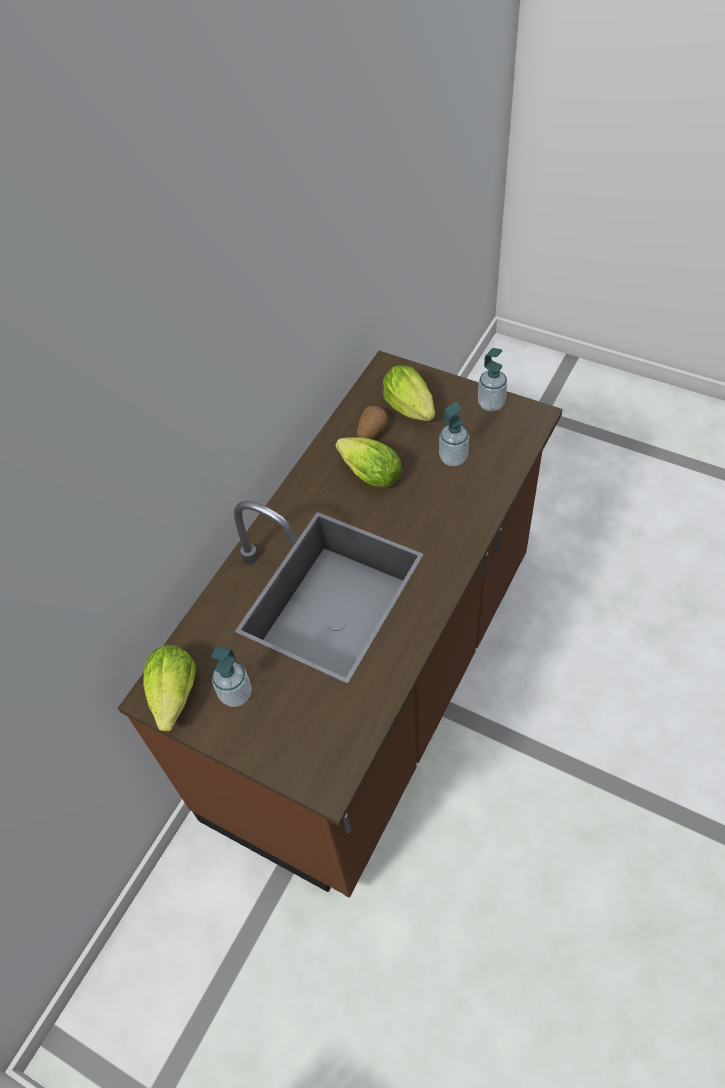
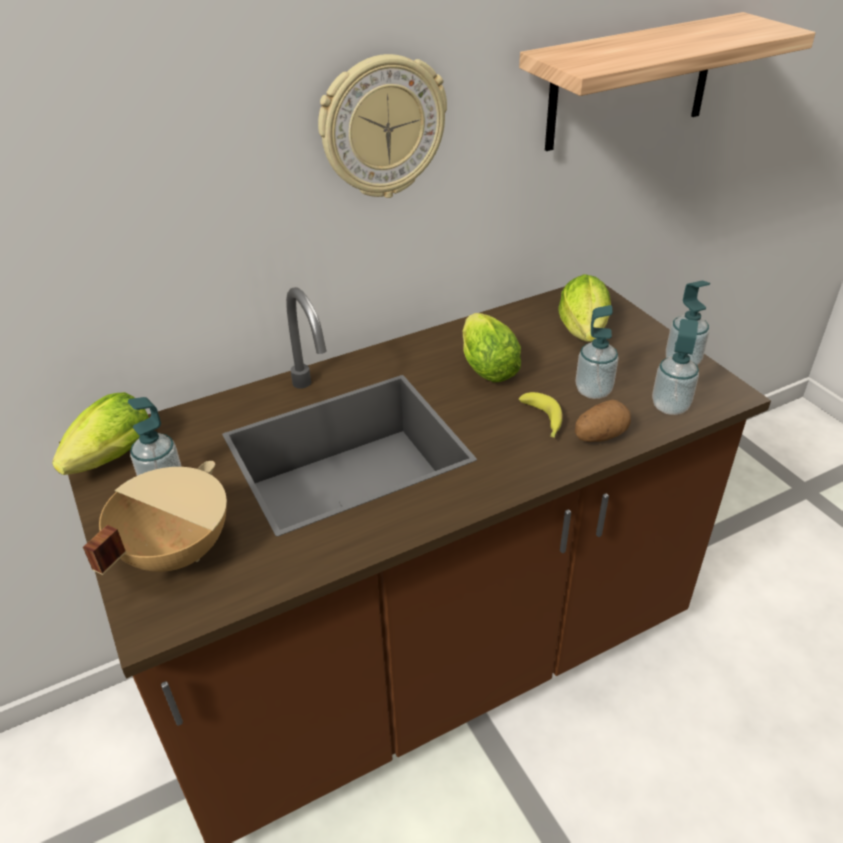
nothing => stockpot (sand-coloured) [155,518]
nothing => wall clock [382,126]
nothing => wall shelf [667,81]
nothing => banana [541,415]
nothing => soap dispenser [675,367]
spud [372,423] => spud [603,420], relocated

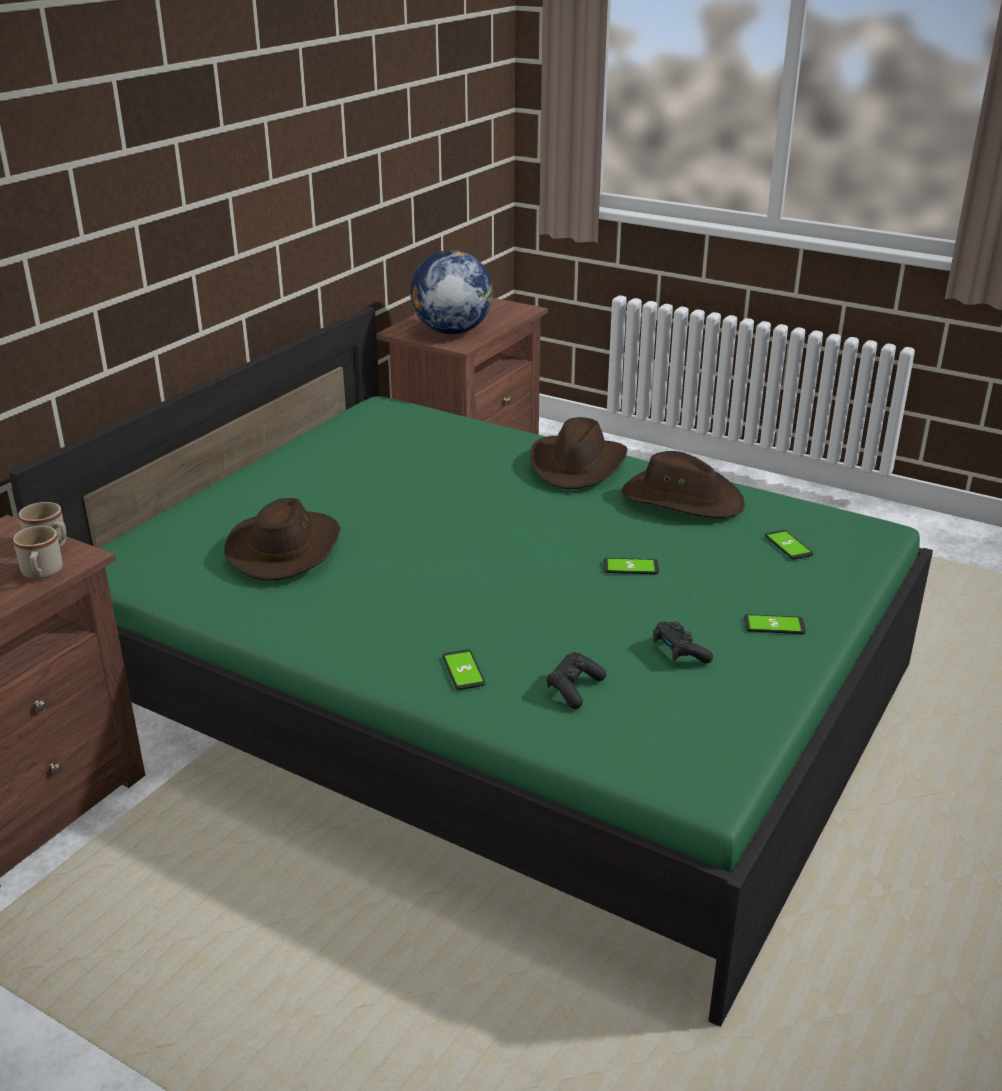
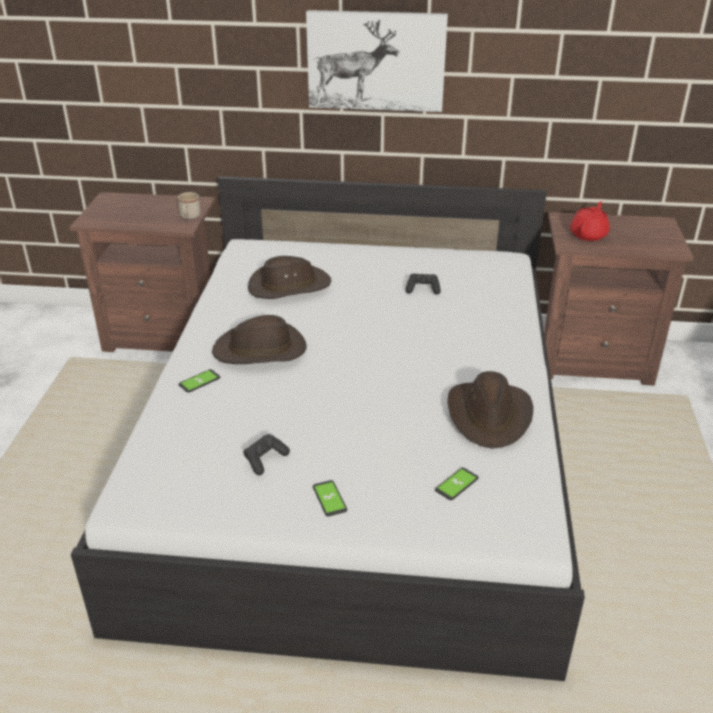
tea mug (sand-coloured) [38,552] => nothing
handset [631,566] => nothing
nothing => wall art [377,61]
hat (brown) [579,453] => hat (brown) [259,339], relocated
joypad (black) [576,680] => joypad (black) [423,284], relocated
globe [451,292] => pot for tea (red-coloured) [590,221]
bed (green) [471,667] => bed (white) [328,428]

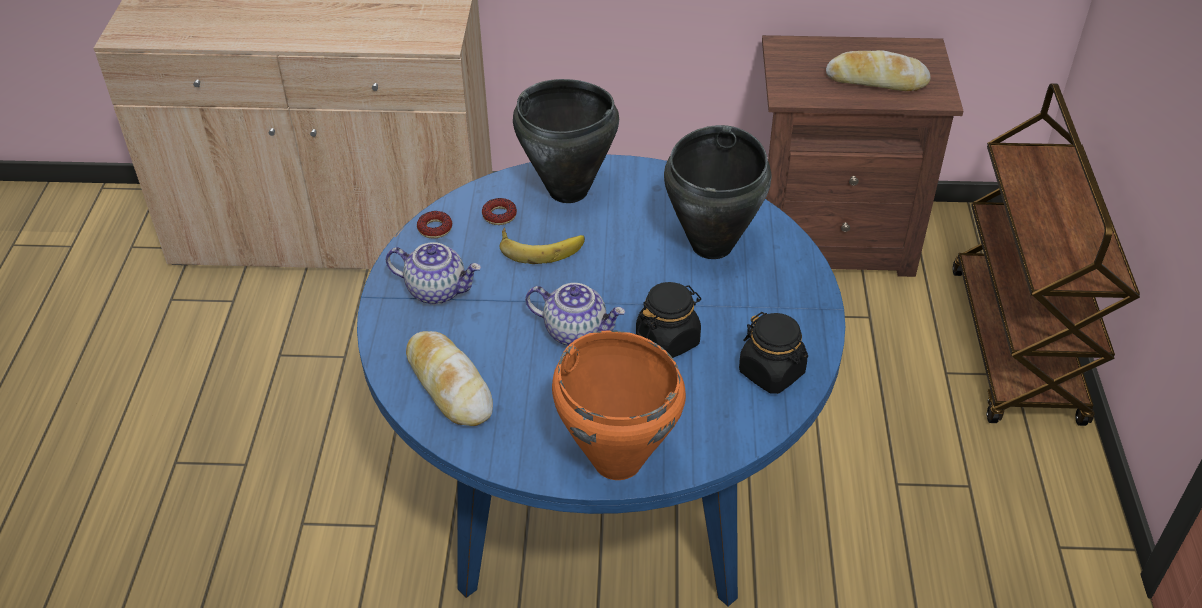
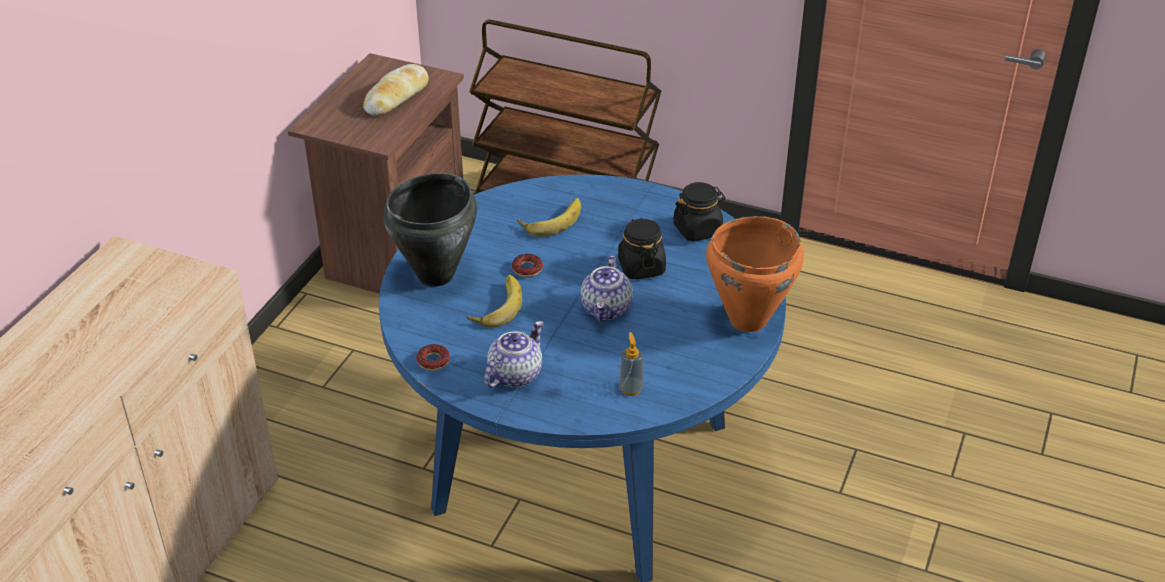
donut [499,211] => donut [527,265], relocated
bakery bread [449,378] => soap dispenser [631,364]
stockpot (black) [717,192] => banana [549,217]
pot for tea [575,314] => pot for tea [607,289], 150 degrees clockwise

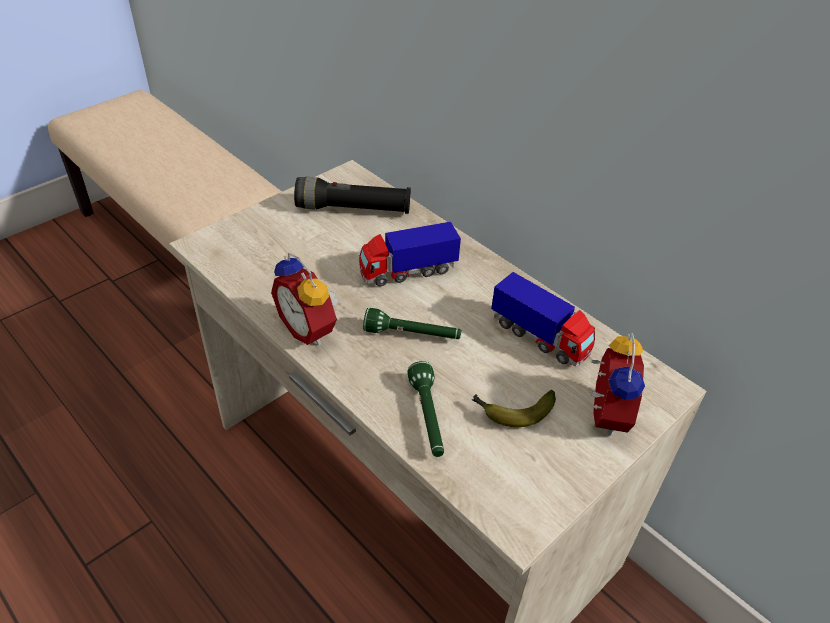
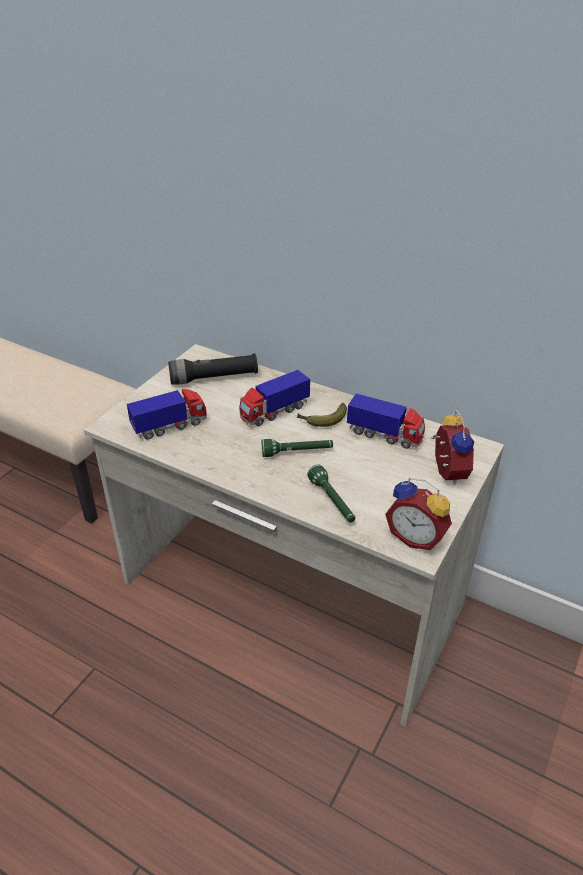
nothing => model truck [167,414]
table clock [304,298] => table clock [418,514], relocated
banana [514,408] => banana [322,415], relocated

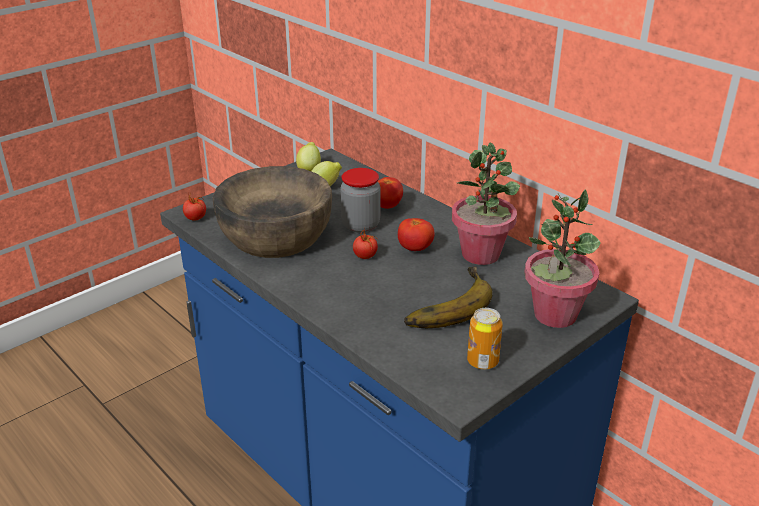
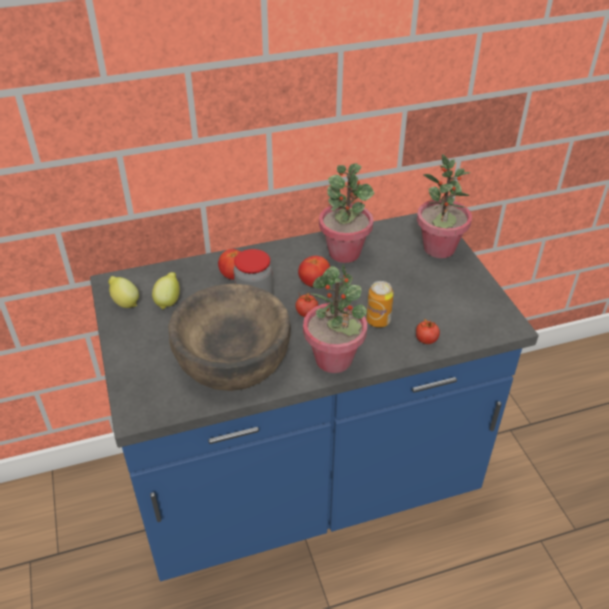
banana [448,297] => nothing
nothing => houseplant [335,318]
whole tomato [194,207] => whole tomato [428,331], relocated
can [485,338] => can [380,304], relocated

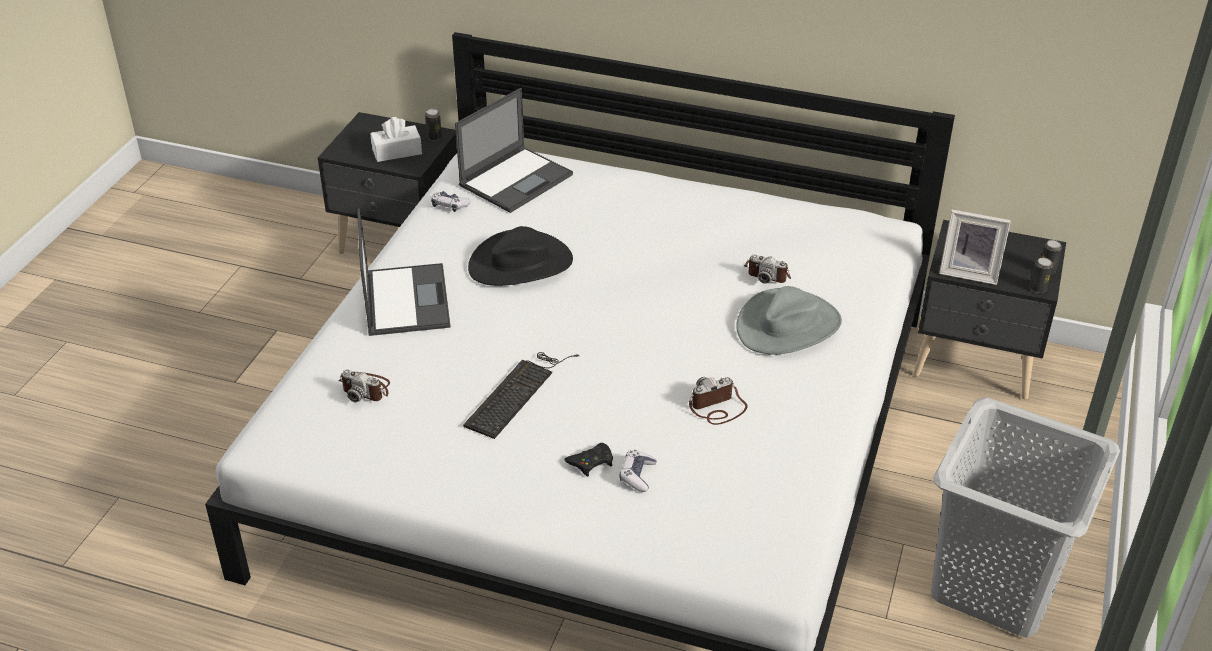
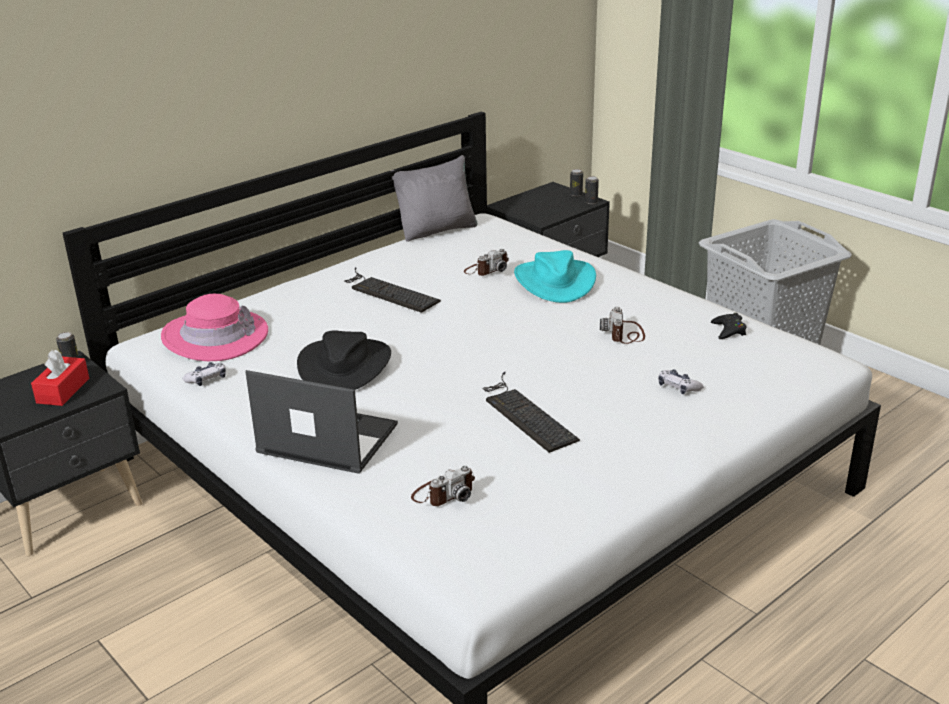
picture frame [975,247] => nothing
nothing => keyboard [392,290]
nothing => cushion (gray) [434,198]
joypad (black) [588,460] => joypad (black) [729,326], relocated
portable computer [514,150] => hat (pink-coloured) [214,327]
box of tissues (white) [396,139] => box of tissues (red-coloured) [60,377]
hat (gray) [789,320] => hat (blue-green) [555,276]

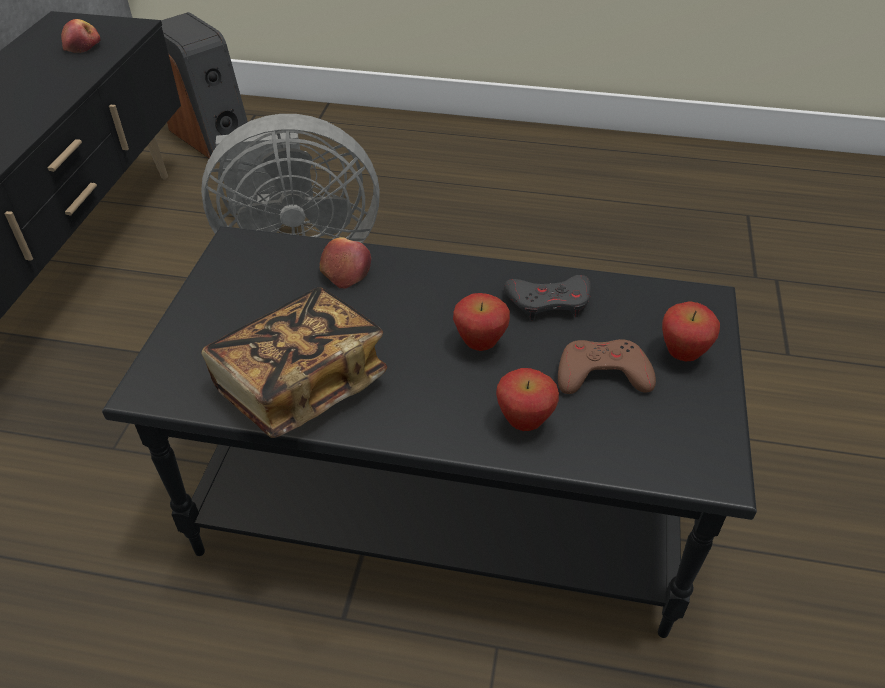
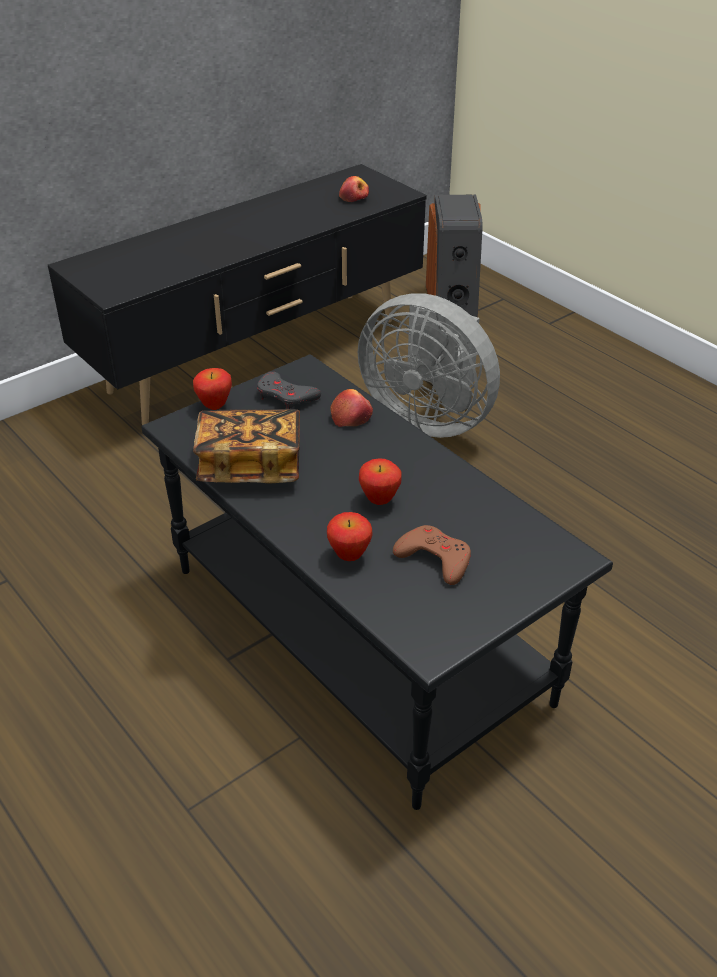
joypad (gray) [547,297] => joypad (gray) [289,390], relocated
apple fruit [691,331] => apple fruit [212,389], relocated

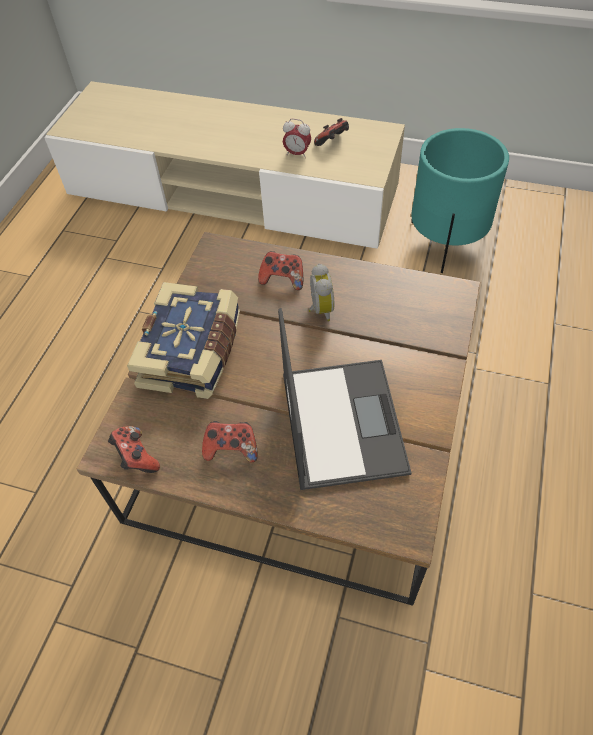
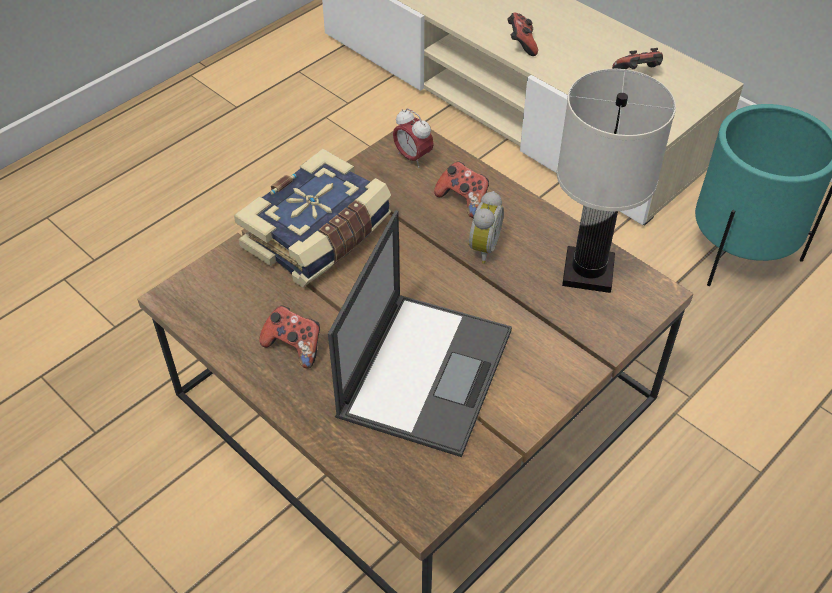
nothing => lamp for a table (white) [616,181]
joypad [134,449] => joypad [522,34], relocated
table clock [297,138] => table clock [413,138], relocated

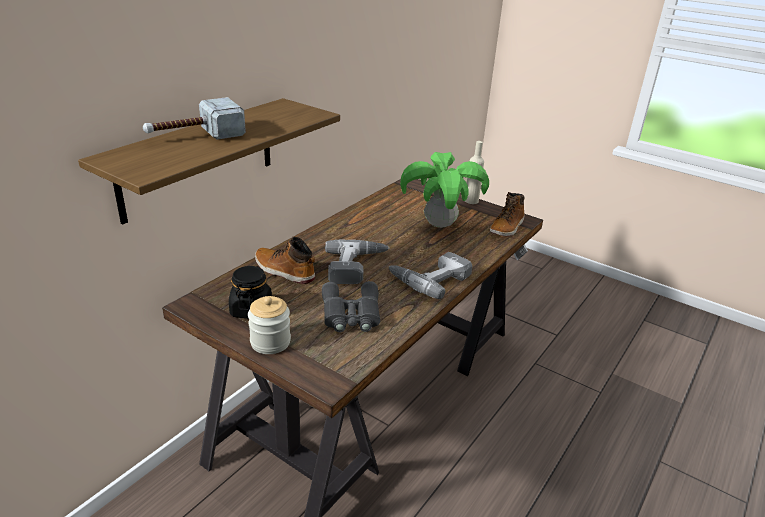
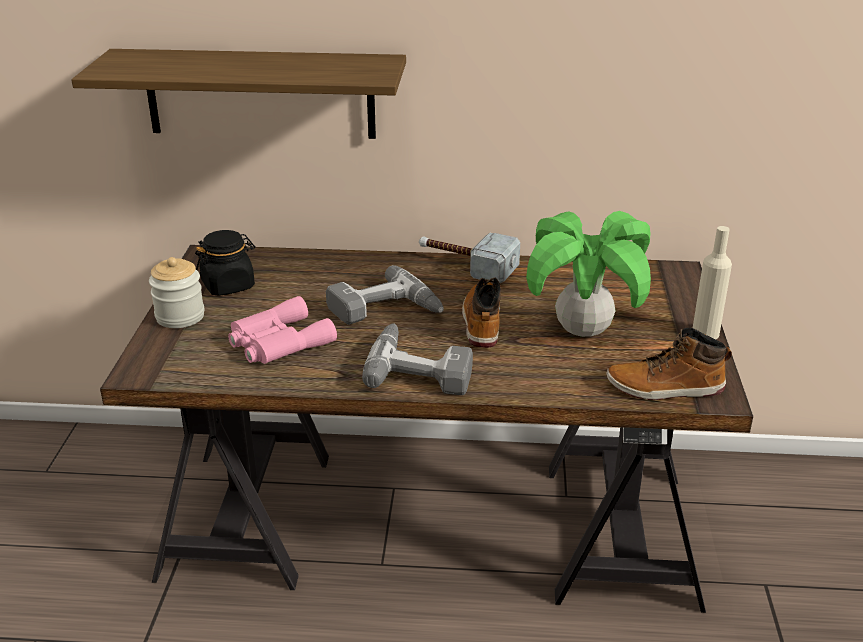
tool hammer [194,118] => tool hammer [469,258], relocated
tall boot [285,260] => tall boot [481,312], relocated
pair of binoculars (gray) [351,306] => pair of binoculars (pink-coloured) [282,330]

